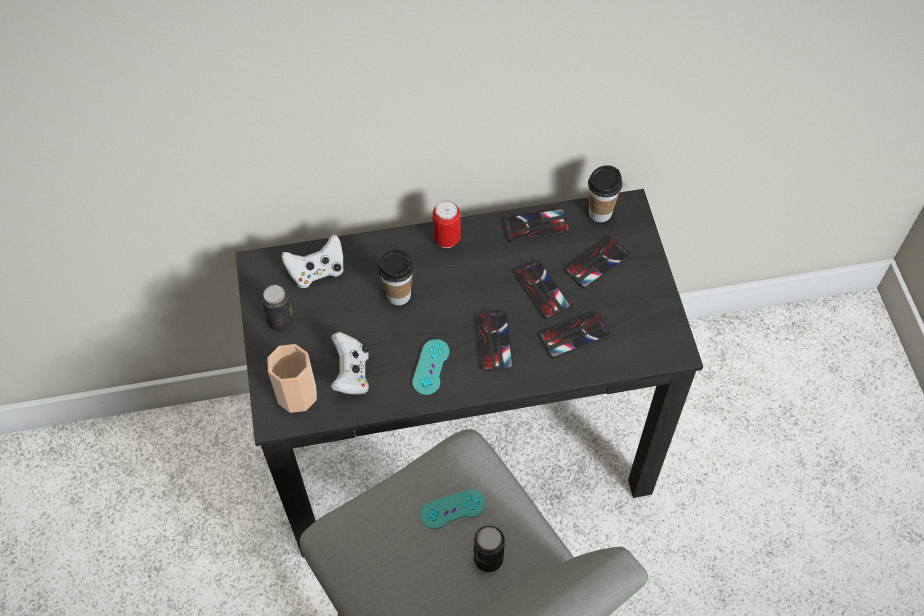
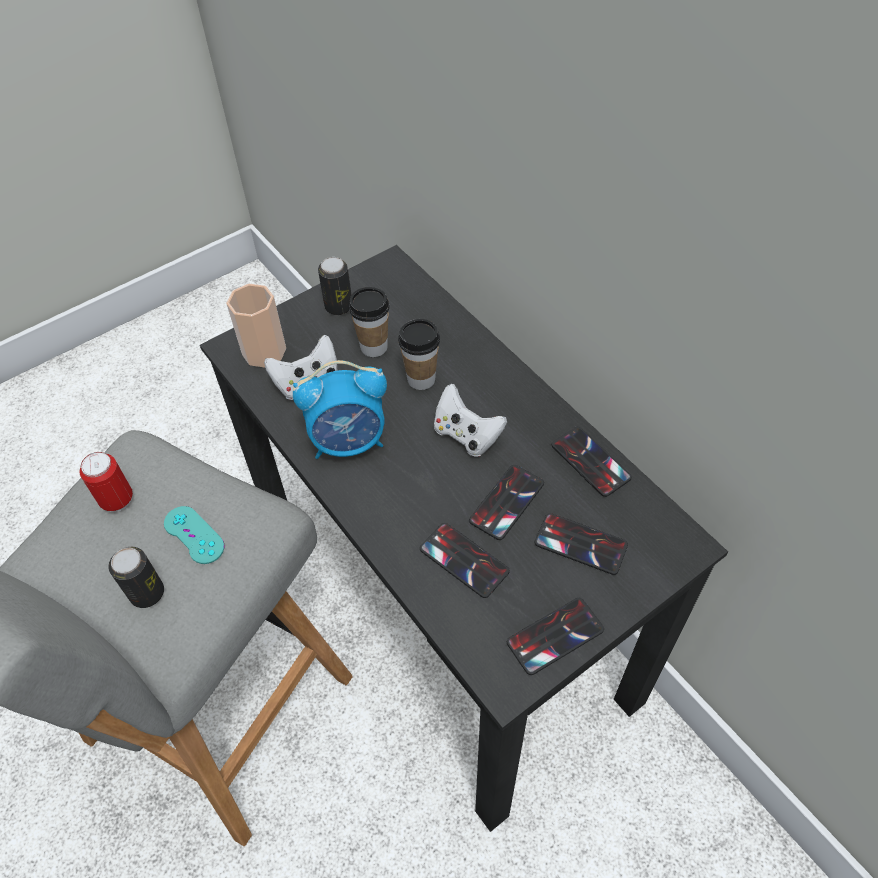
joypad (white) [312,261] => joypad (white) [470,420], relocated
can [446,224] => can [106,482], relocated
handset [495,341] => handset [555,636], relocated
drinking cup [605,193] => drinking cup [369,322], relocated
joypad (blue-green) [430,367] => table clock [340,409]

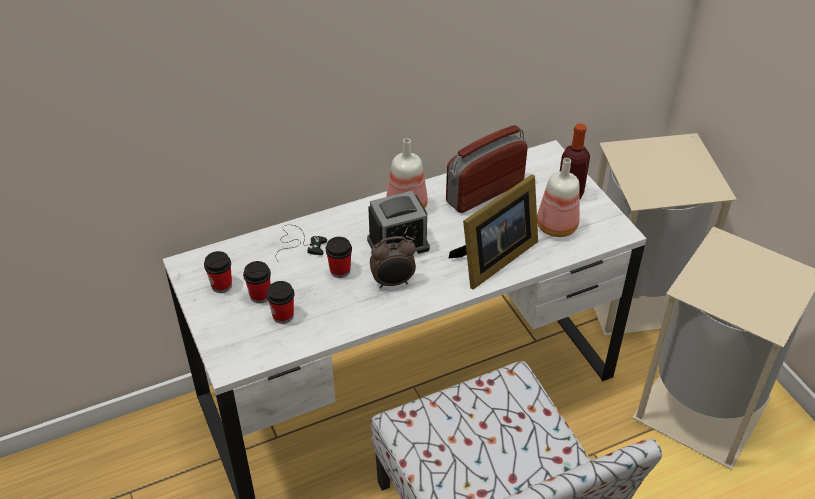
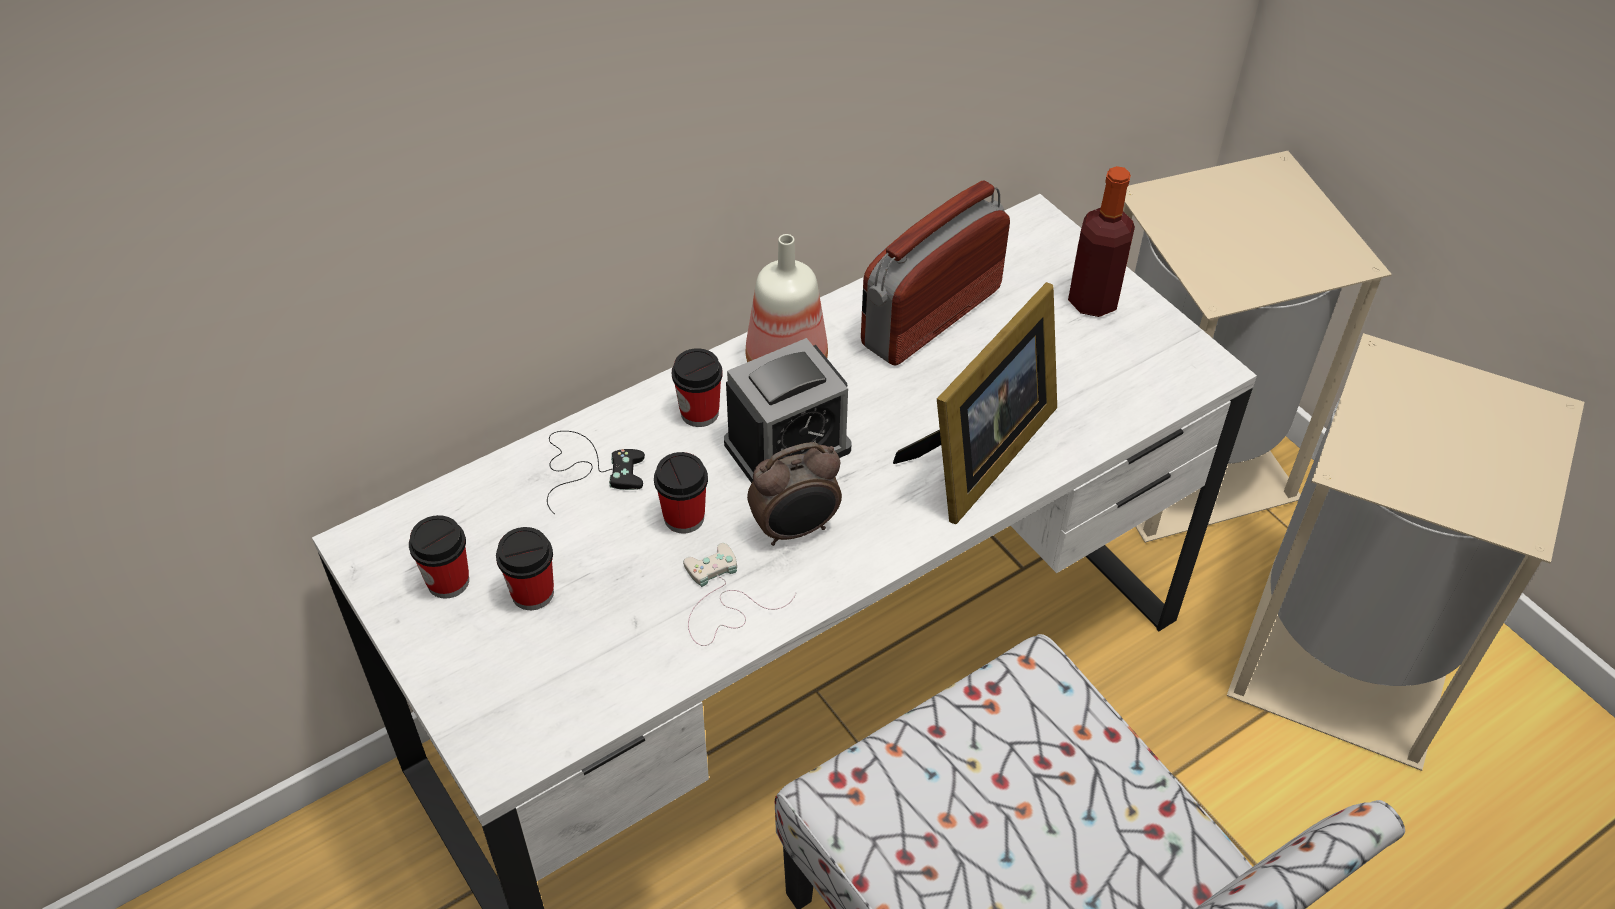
beverage bottle [558,197] => nothing
nothing => joypad (white) [739,594]
drinking cup [280,302] => drinking cup [697,387], relocated

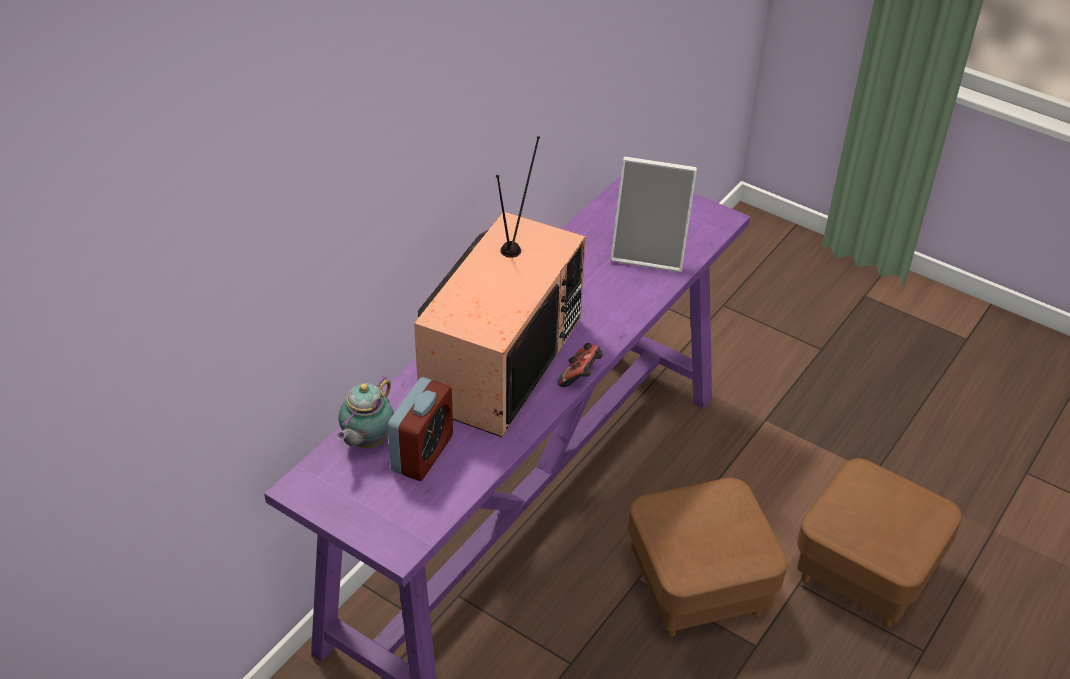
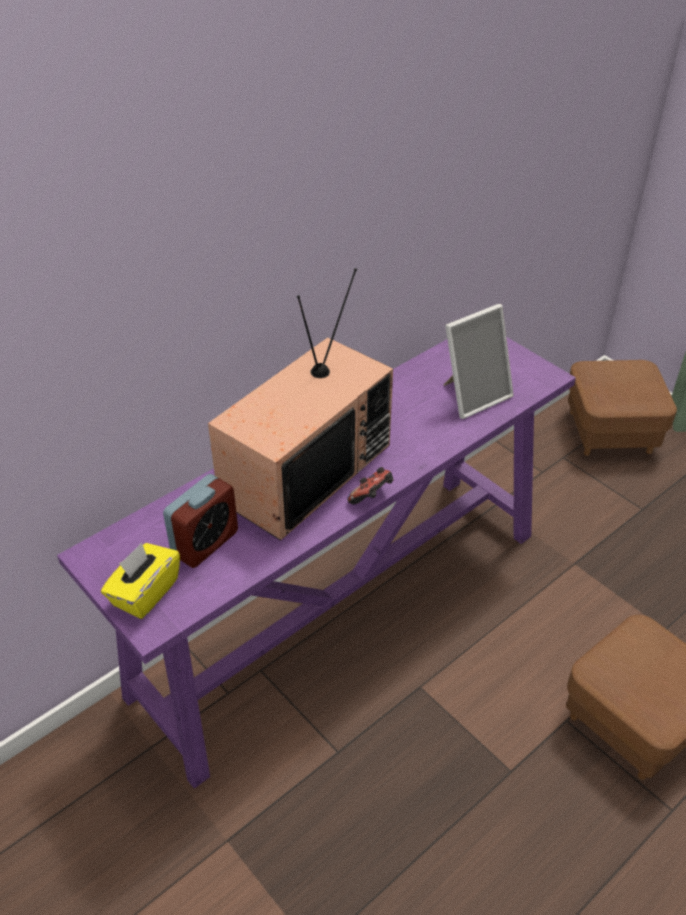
pot for tea [365,412] => nothing
nothing => box of tissues (yellow) [140,581]
ottoman (brown) [708,557] => ottoman (brown) [622,408], relocated
picture frame [653,214] => picture frame [479,361], 60 degrees counterclockwise

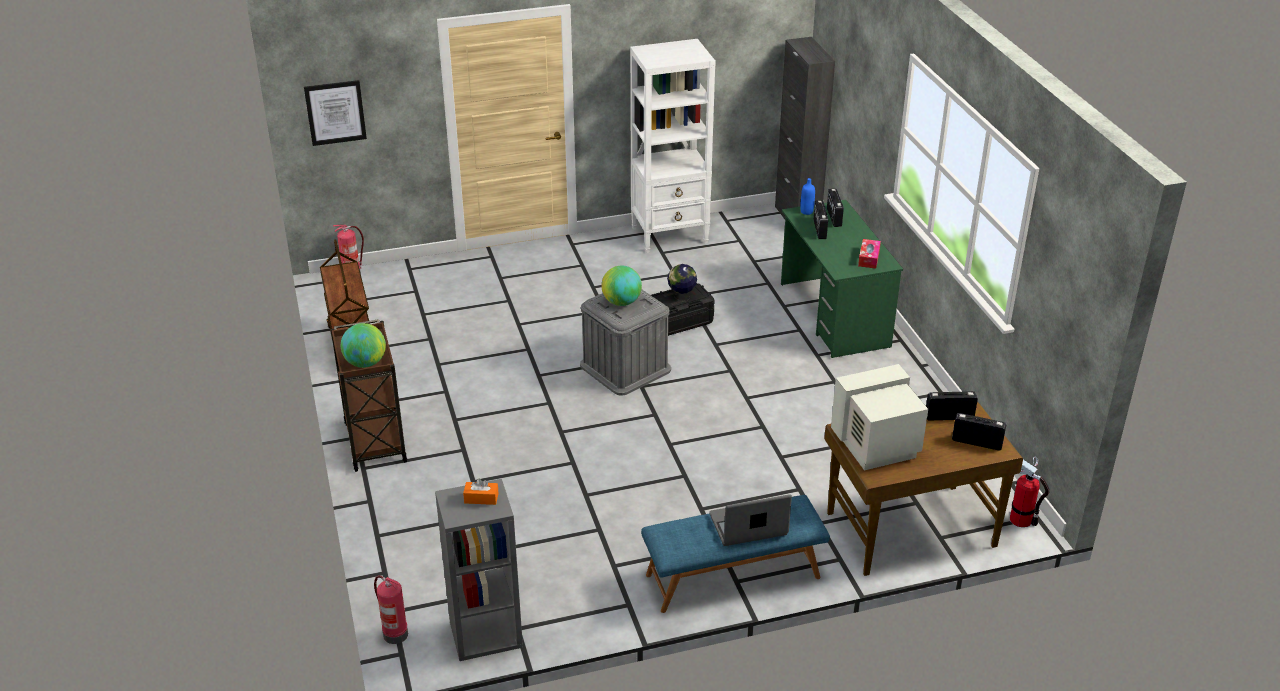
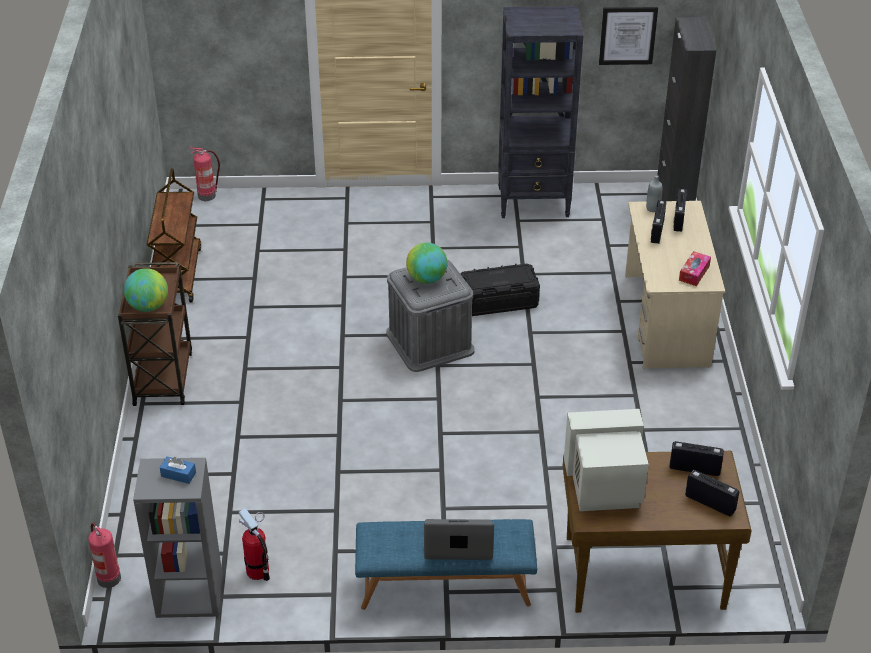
globe [682,283] => nothing
wall art [335,113] => wall art [628,36], relocated
extinguisher [1030,492] => extinguisher [254,544], relocated
box of tissues (orange-coloured) [481,491] => box of tissues (blue) [178,470]
shelving unit (white) [673,146] => shelving unit (black) [541,112]
desk (green) [842,279] => desk (sand-coloured) [675,285]
beverage bottle (blue) [807,196] => beverage bottle (gray) [654,193]

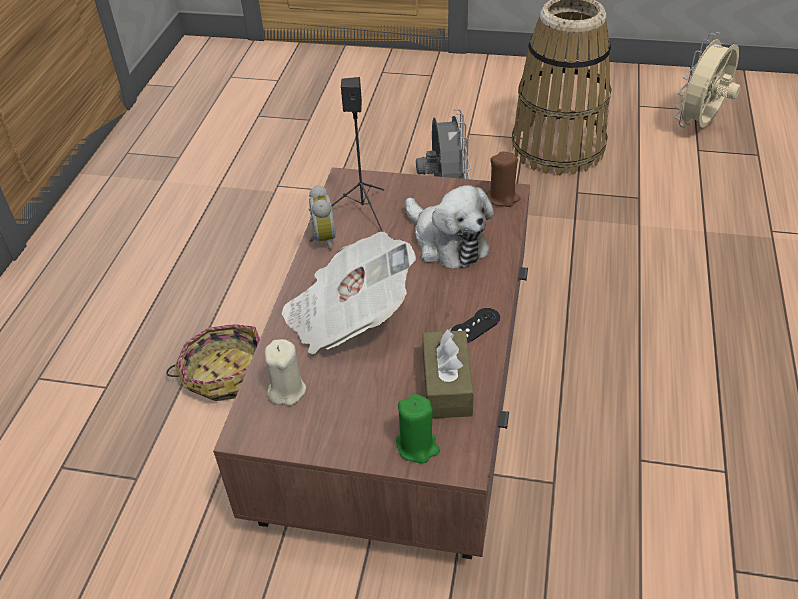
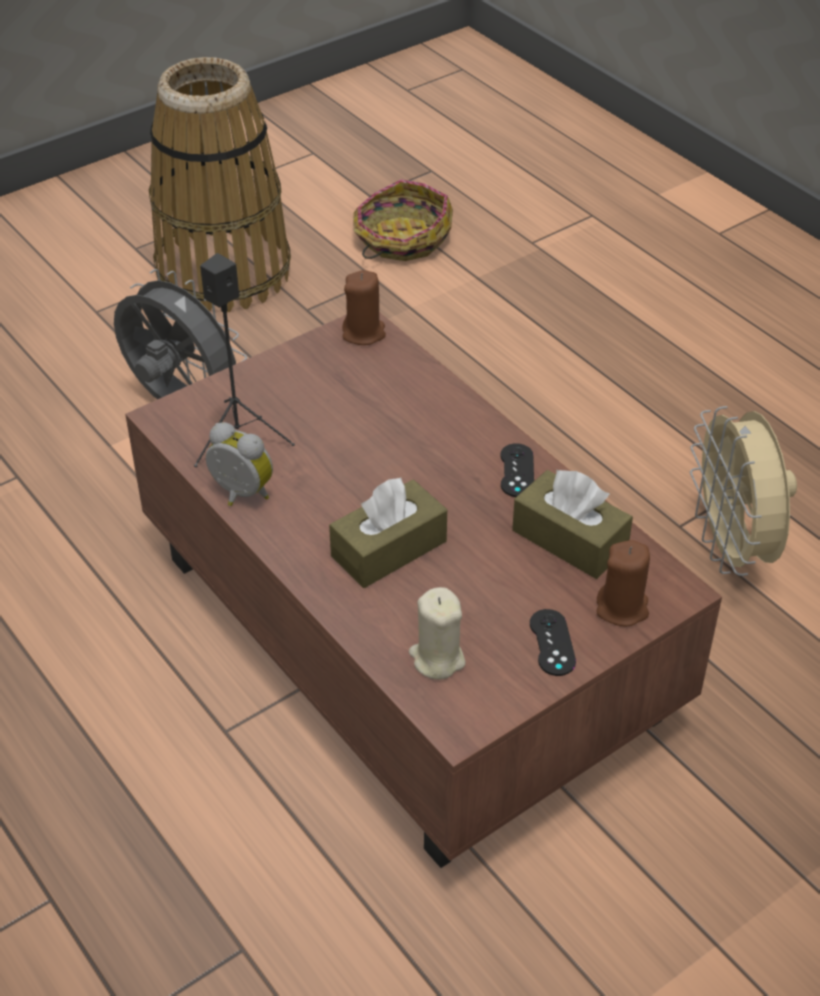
soft toy [449,227] => nothing
nothing => joypad (black) [553,642]
storage basket [213,362] => storage basket [403,220], relocated
cooling fan (sand-coloured) [707,80] => cooling fan (sand-coloured) [743,491], relocated
newspaper [349,293] => box of tissues (brown) [388,532]
wax candle (green) [418,429] => wax candle (brown) [623,583]

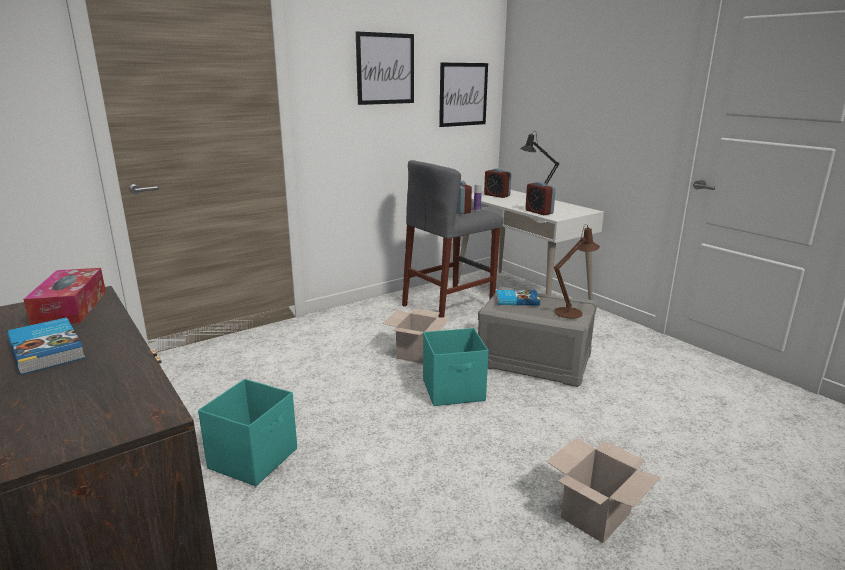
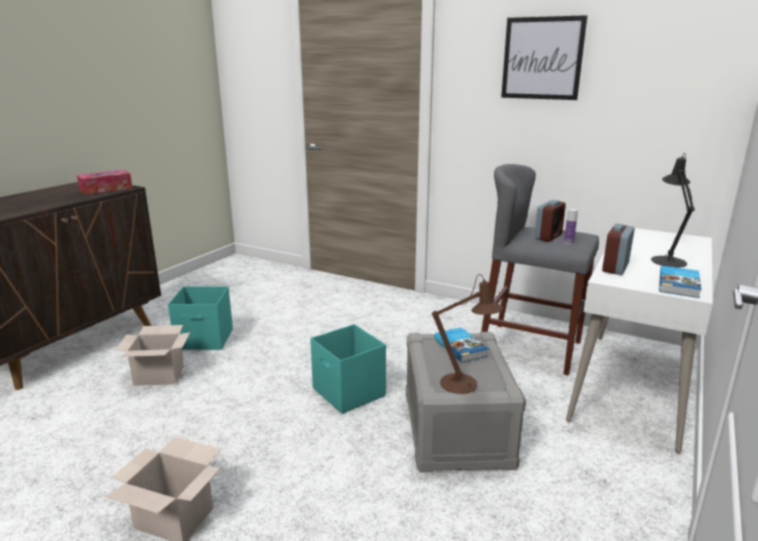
wall art [463,95] => nothing
table clock [498,183] => nothing
book [46,346] => book [680,282], relocated
packing box [416,336] => packing box [152,355], relocated

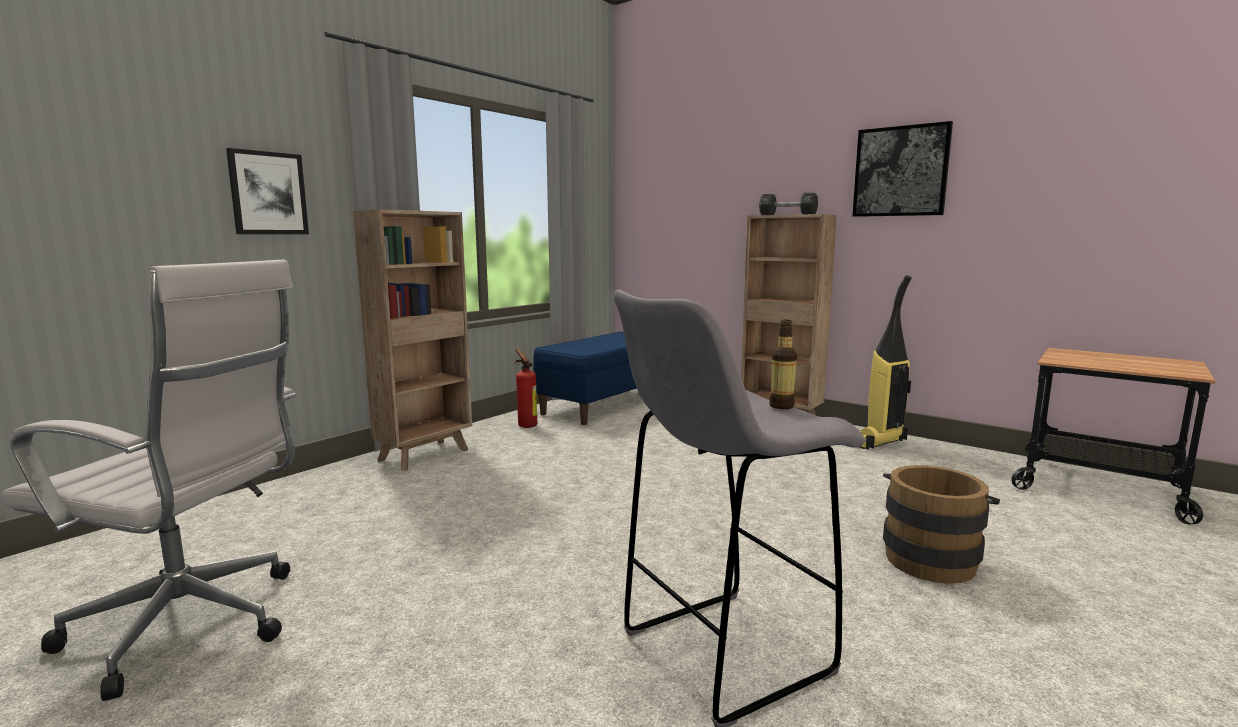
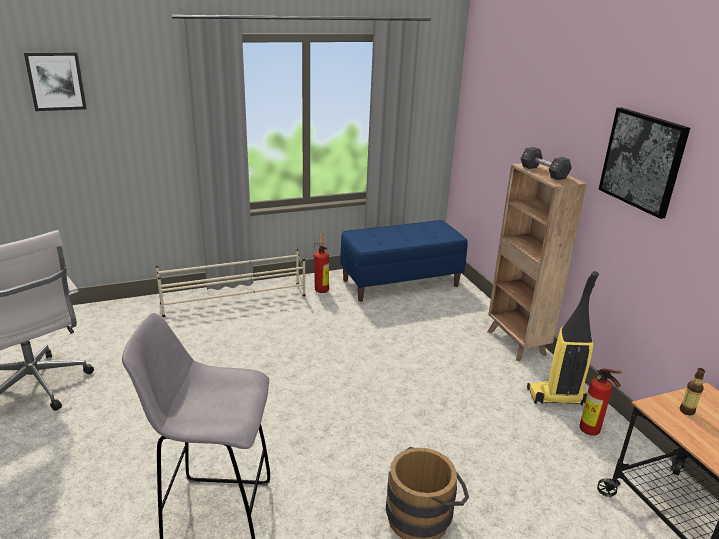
nothing => extinguisher [601,402]
wall art [267,191] => wall art [55,81], relocated
beverage bottle [783,364] => beverage bottle [692,391], relocated
shelving unit (brown) [412,340] => shoe shelf (sand-coloured) [231,283]

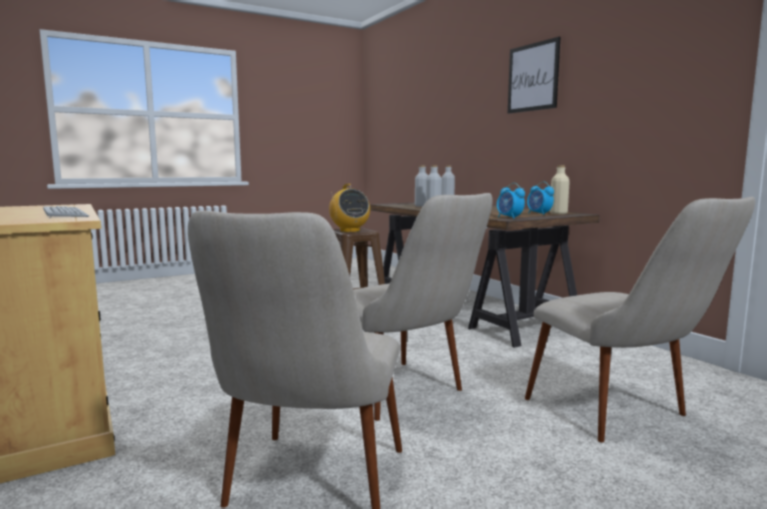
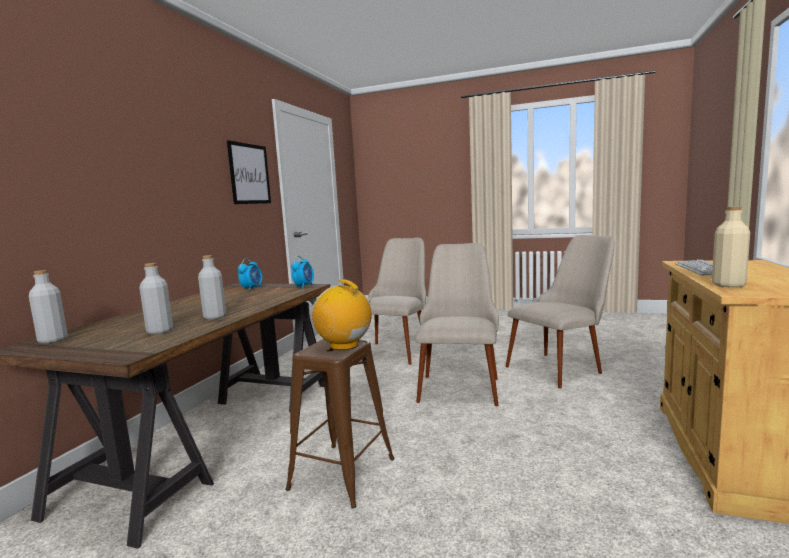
wall art [534,75] => wall art [249,172], relocated
beverage bottle (sand-coloured) [560,189] => beverage bottle (sand-coloured) [731,246], relocated
radio set [349,208] => radio set [343,314], 75 degrees counterclockwise

